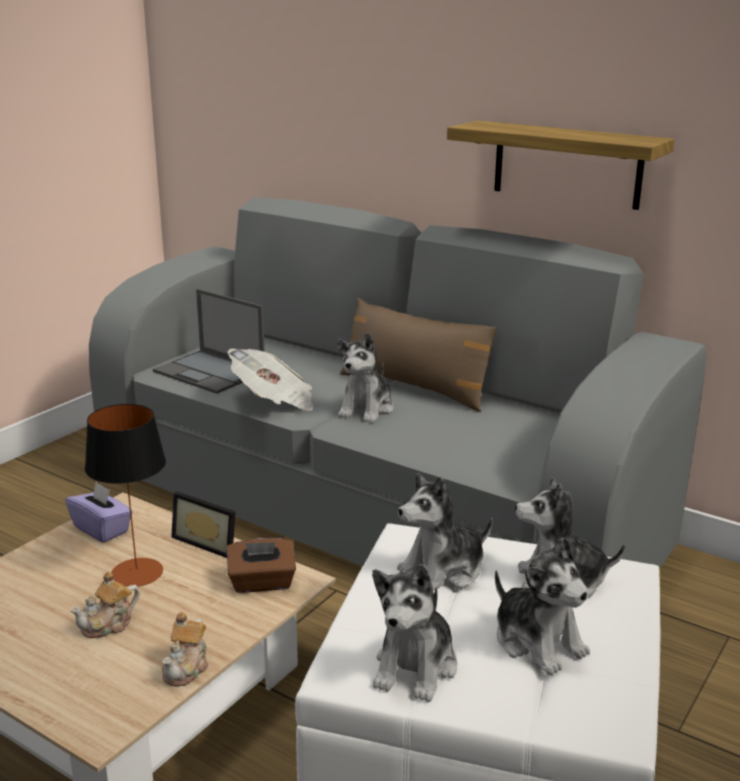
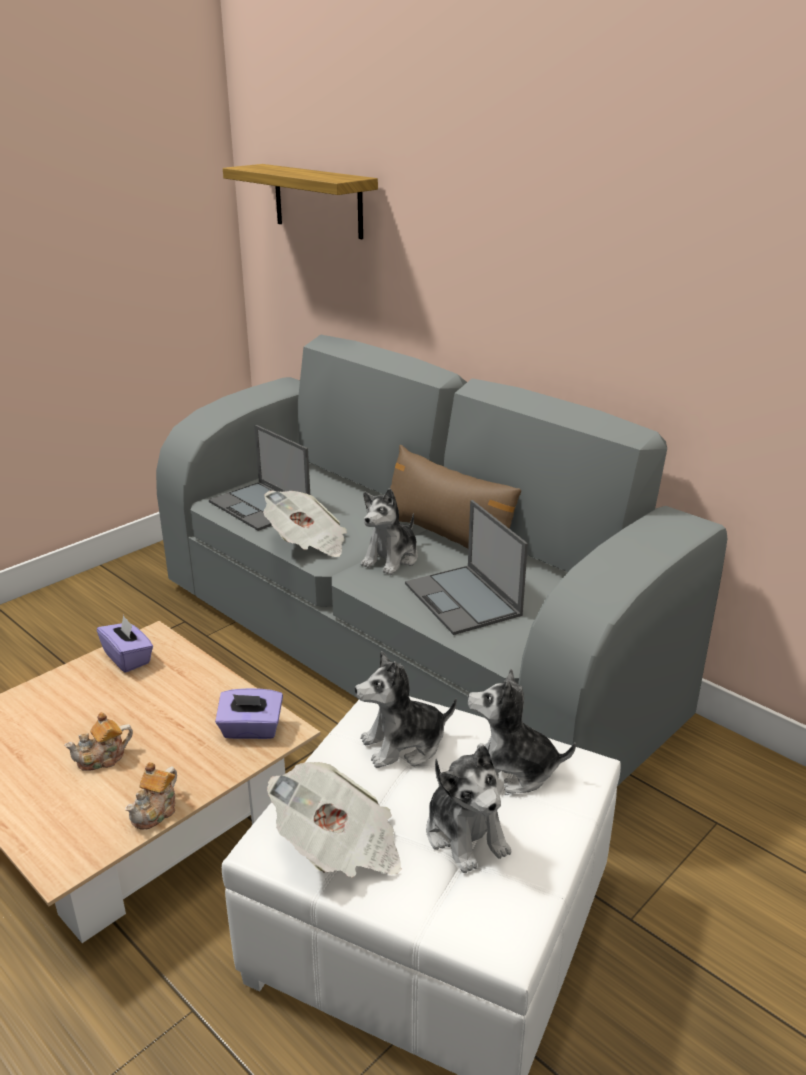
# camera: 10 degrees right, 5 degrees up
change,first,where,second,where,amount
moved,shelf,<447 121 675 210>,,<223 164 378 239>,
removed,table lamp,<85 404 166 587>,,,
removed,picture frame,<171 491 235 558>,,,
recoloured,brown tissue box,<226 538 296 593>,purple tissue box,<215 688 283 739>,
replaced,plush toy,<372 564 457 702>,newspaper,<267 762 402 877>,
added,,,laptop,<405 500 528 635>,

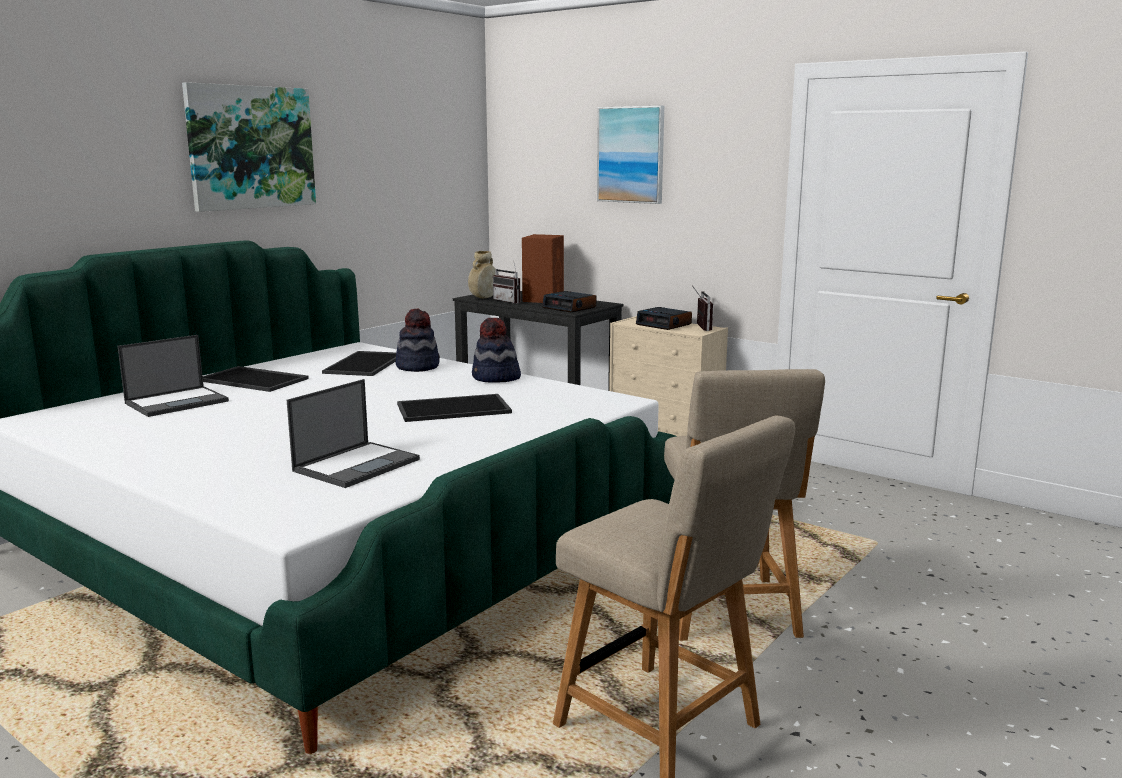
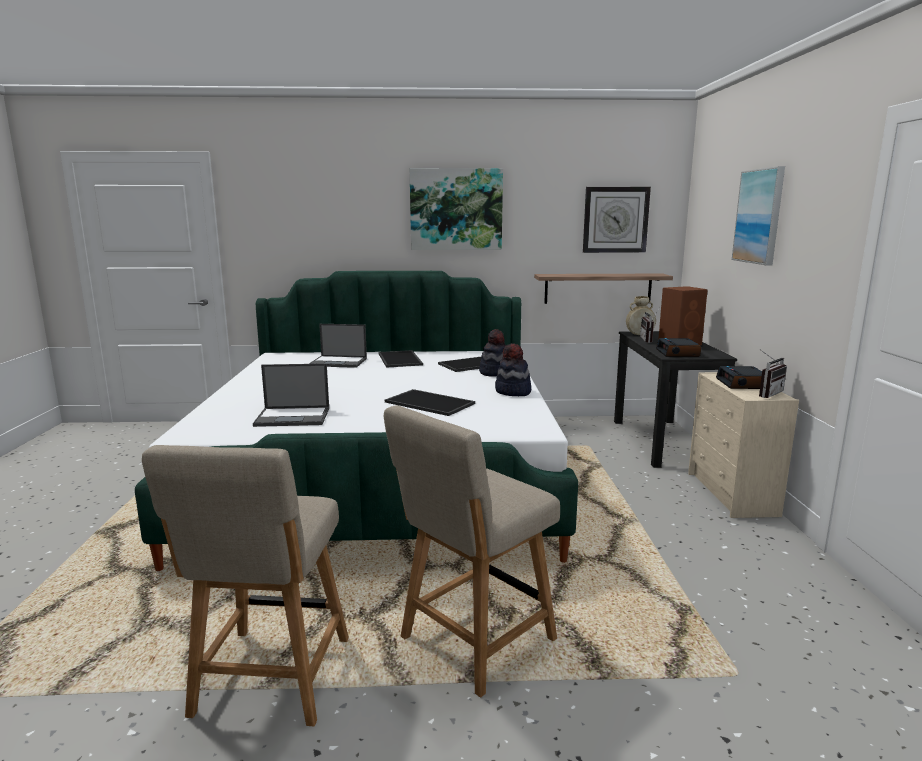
# camera: 50 degrees right, 0 degrees up
change,first,where,second,where,amount
added,,,wall clock,<583 187 651 253>,
added,,,shelf,<534 274 673 304>,

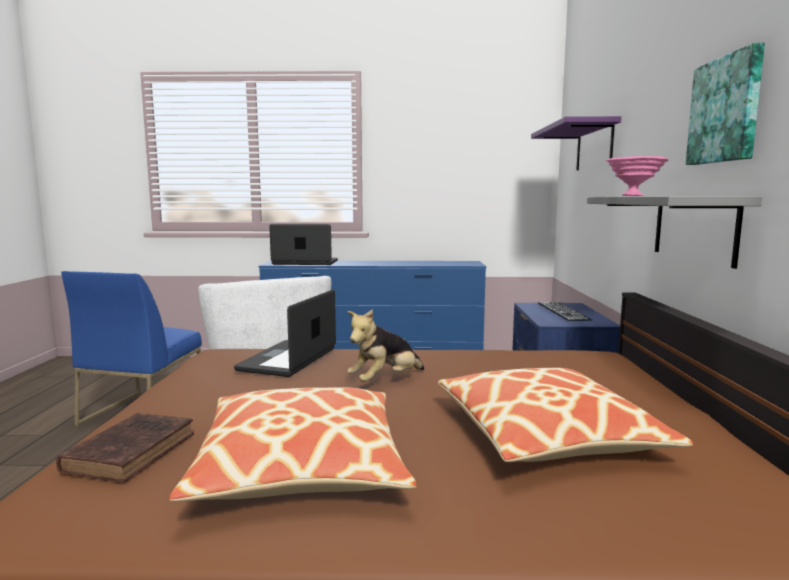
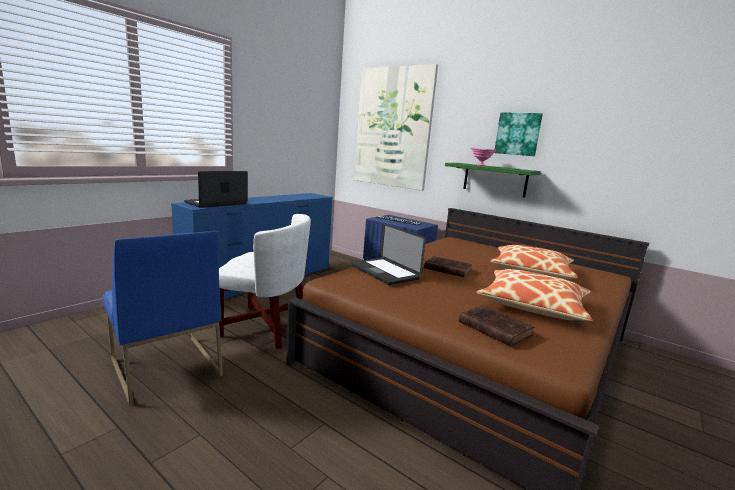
# camera: 55 degrees left, 5 degrees up
change,first,where,second,where,amount
replaced,purple shelf,<531 116 621 170>,picture,<354 64 438 191>,
recoloured,grey shelf,<587 196 762 269>,green shelf,<445 163 541 198>,
replaced,plush toy,<347 310 424 382>,brown book,<424 256 472 277>,

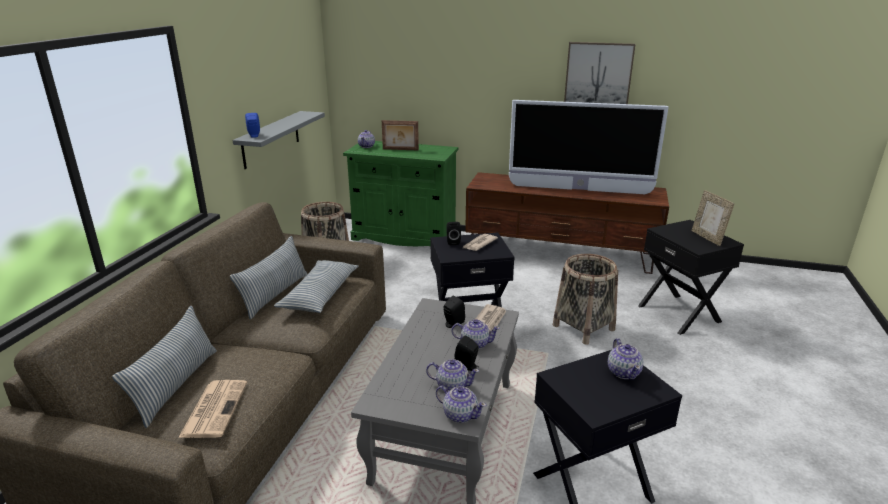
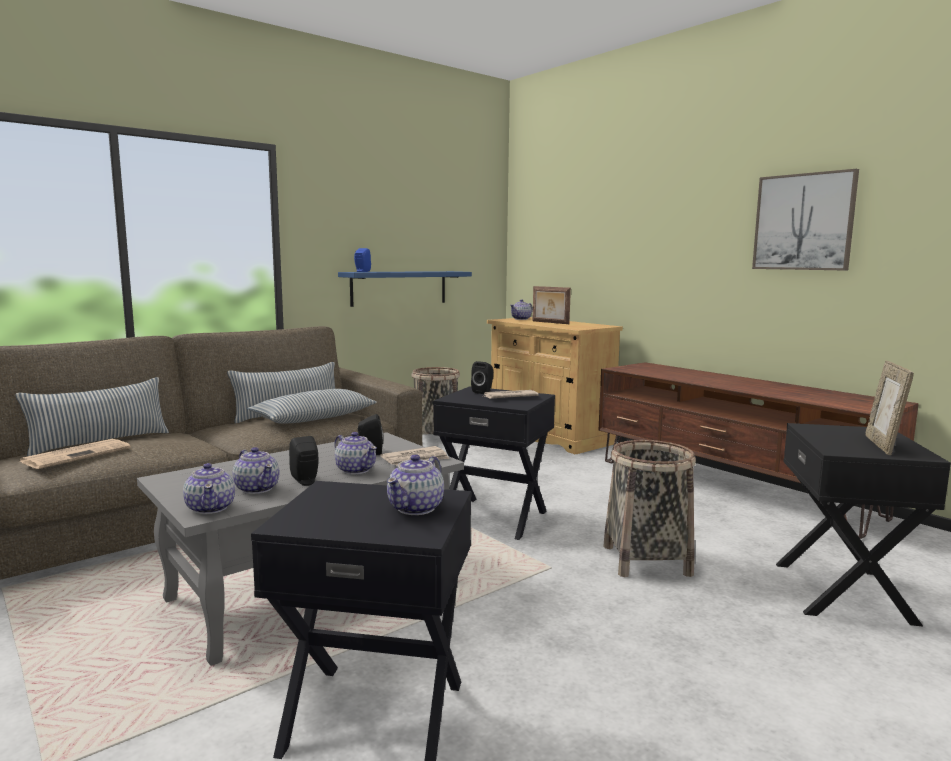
# camera: 35 degrees right, 15 degrees down
change,first,where,second,where,amount
removed,television,<509 100 669 194>,,,
recoloured,grey shelf,<233 111 325 169>,blue shelf,<338 271 472 307>,
recoloured,green cabinet,<343 141 458 246>,beige cabinet,<487 317 623 454>,

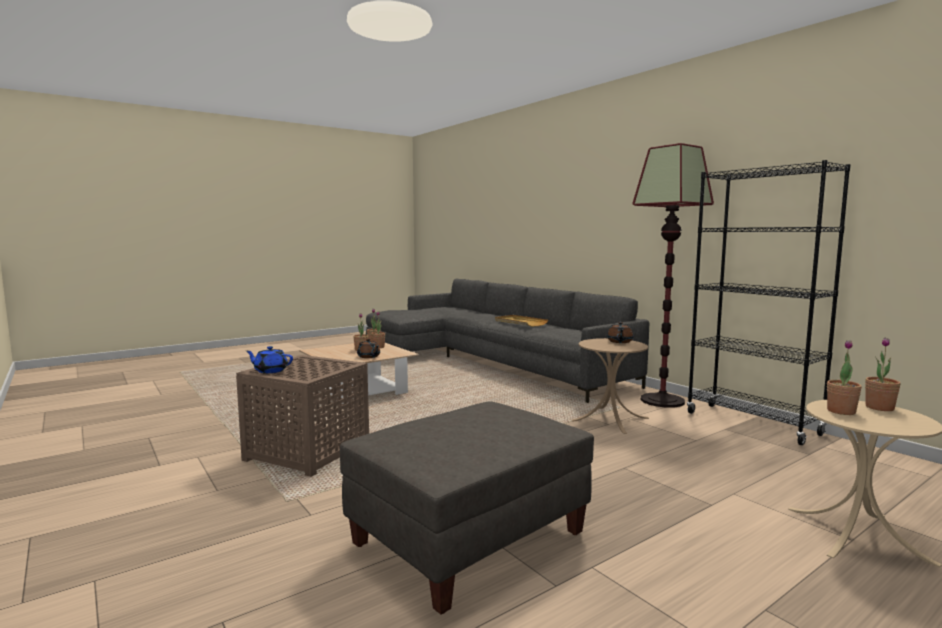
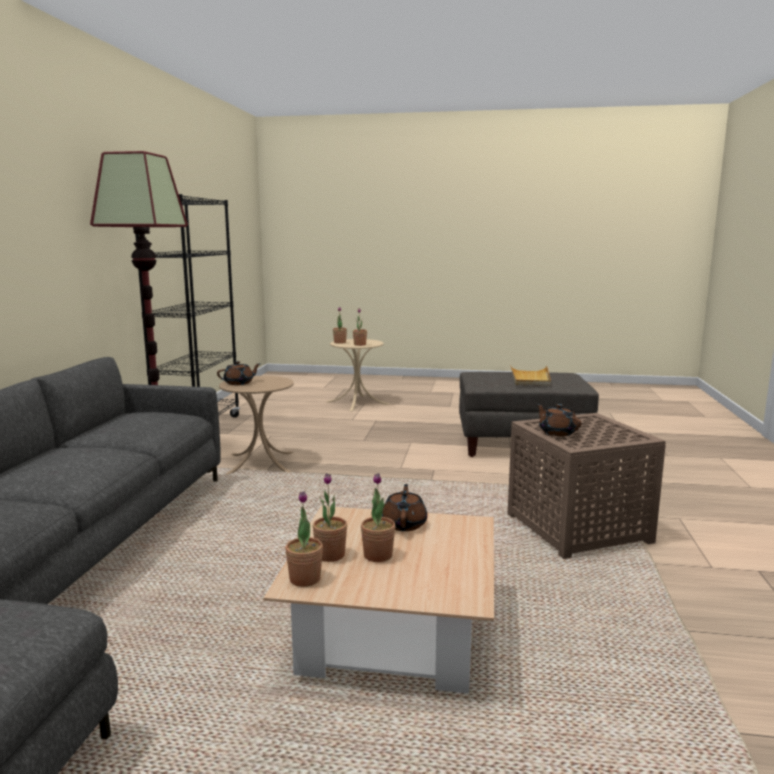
# camera: 135 degrees left, 5 degrees up
change,first,where,second,where,amount
moved,beige tray,<495 315 548 327>,,<510 365 551 386>,
removed,blue teapot,<246 346 293 373>,,,
added,,,brown teapot,<537 404 581 436>,

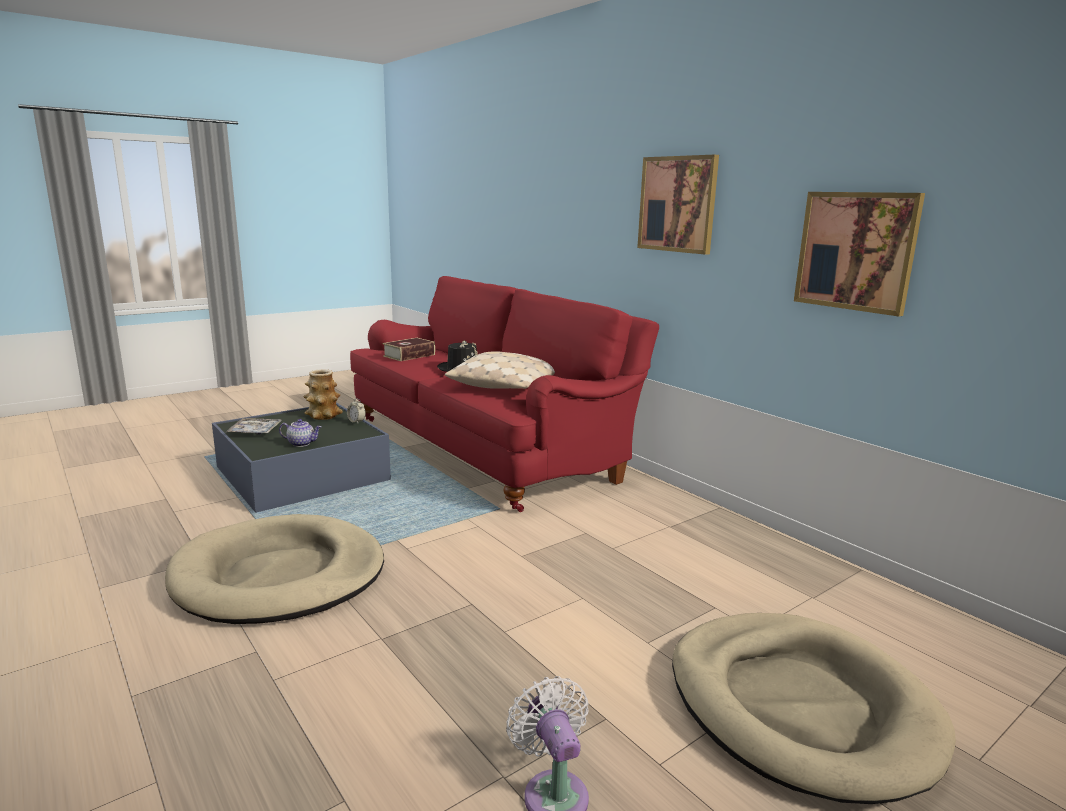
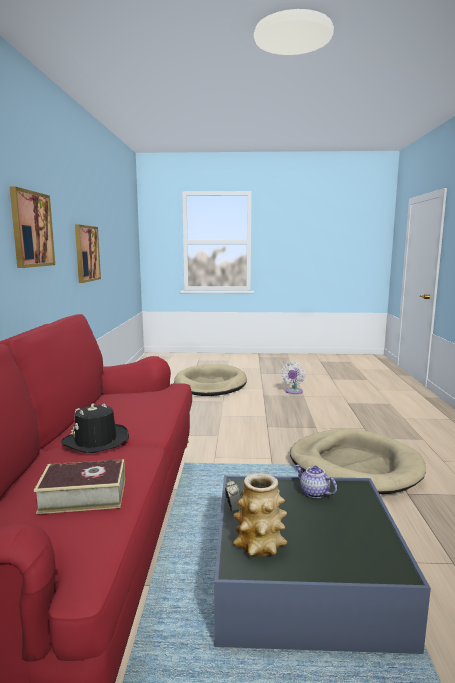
# camera: 140 degrees left, 5 degrees down
change,first,where,second,where,amount
removed,beige pillow,<445 351 555 389>,,,
removed,tray,<227 418 282 434>,,,

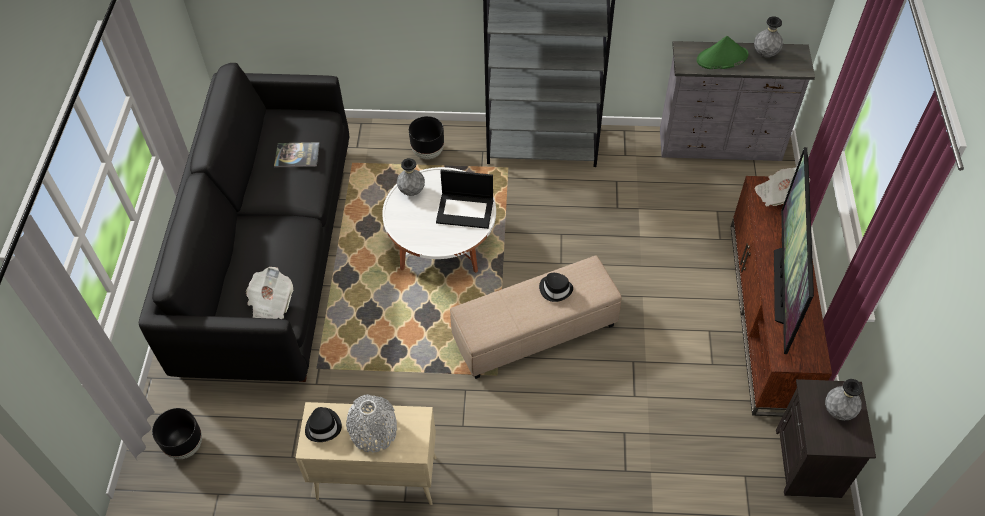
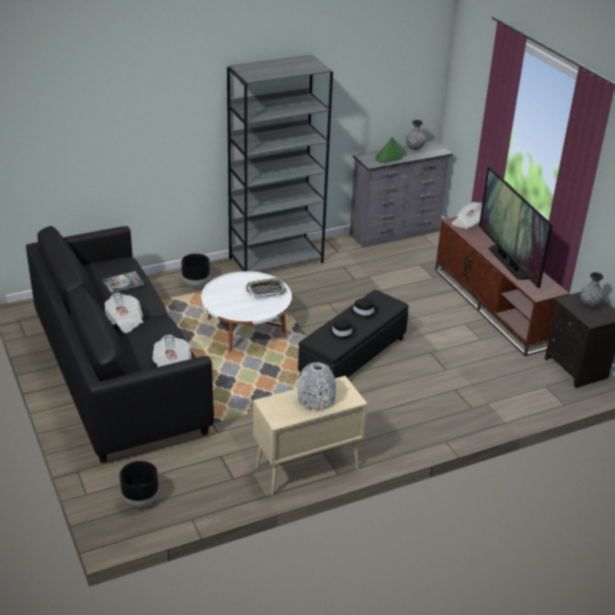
# camera: 30 degrees left, 20 degrees down
change,first,where,second,where,amount
removed,grey vase,<397 158 425 196>,,,
replaced,laptop,<436 170 493 229>,tray,<246 278 286 298>,
recoloured,beige ottoman,<450 255 622 379>,black ottoman,<298 290 408 378>,
moved,black hat,<305 407 342 442>,,<329 318 355 339>,
added,,,newspaper,<104 293 143 333>,

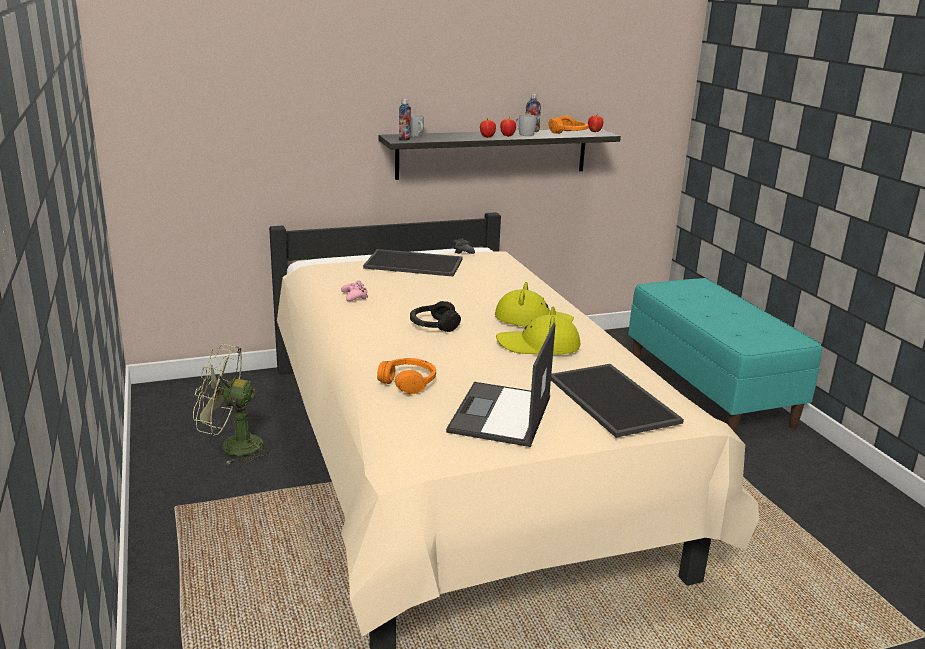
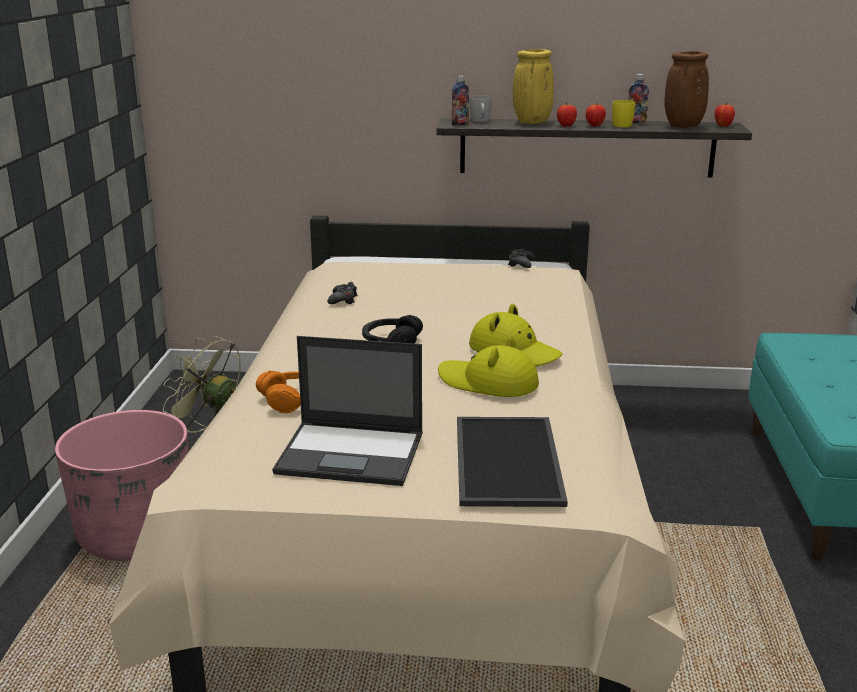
# camera: 25 degrees right, 0 degrees up
change,first,where,second,where,amount
recoloured,white mug,<515 114 537 136>,yellow mug,<612 100 635 127>,
replaced,orange headphones,<548 115 588 134>,brown vase,<664 51 709 128>,
removed,tray,<363 249 463 277>,,,
recoloured,pink game controller,<341 280 368 301>,black game controller,<327 282 358 304>,
turned,laptop,<446 323 555 447>,,<272 336 423 486>,120 degrees counterclockwise
added,,,yellow vase,<513 49 554 124>,
added,,,pink planter,<55 410 188 561>,

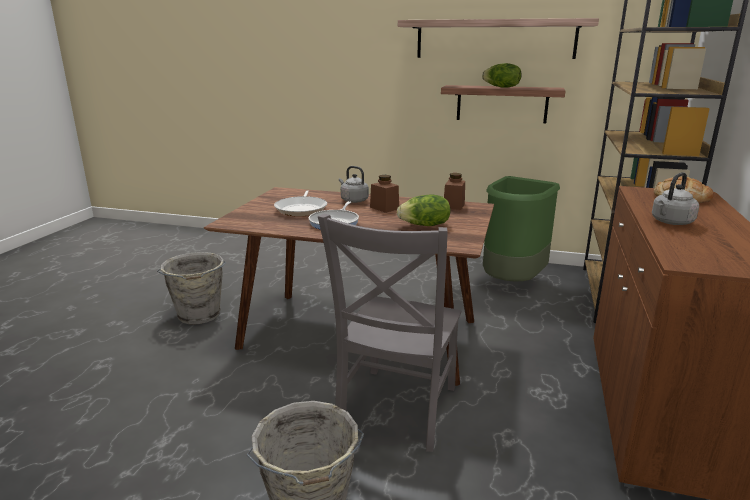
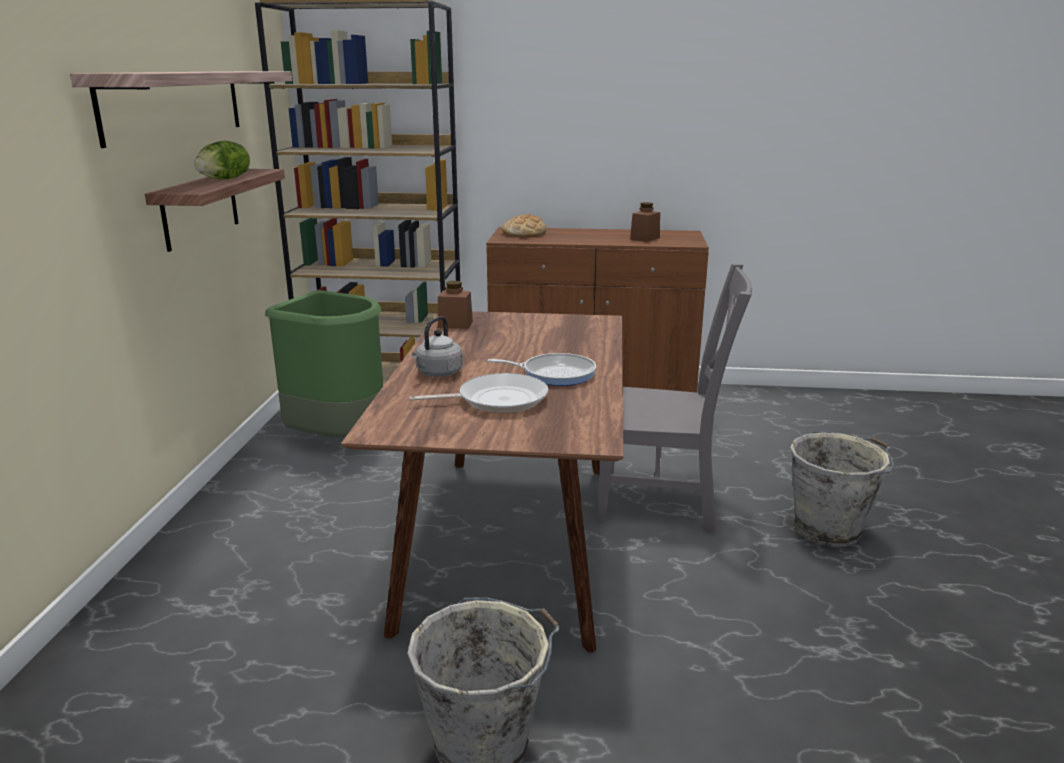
# camera: 100 degrees left, 0 degrees up
change,first,where,second,where,amount
removed,grey kettle,<652 172 699 225>,,,
moved,brown jar,<370 175 399 213>,,<630 202 660 242>,
removed,lettuce,<397 194 451 226>,,,

